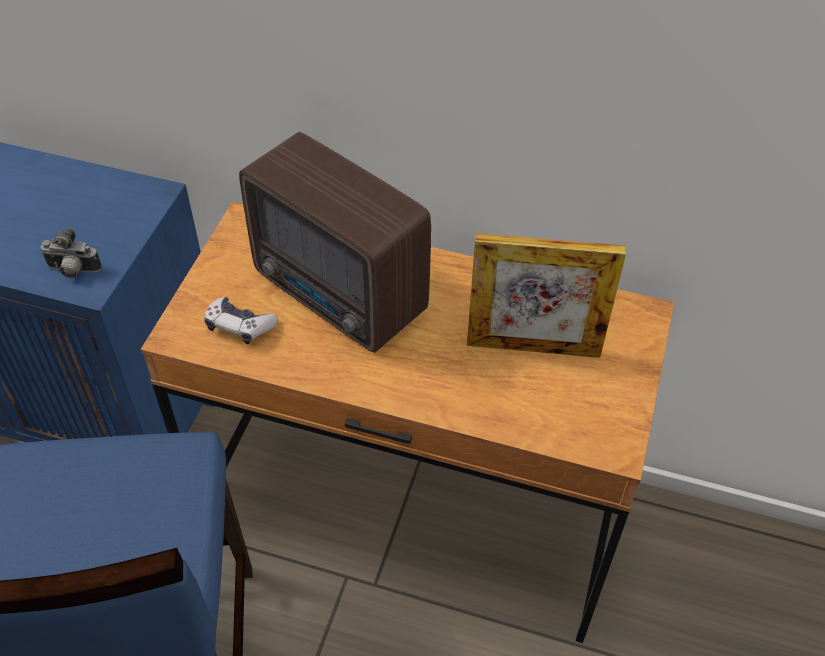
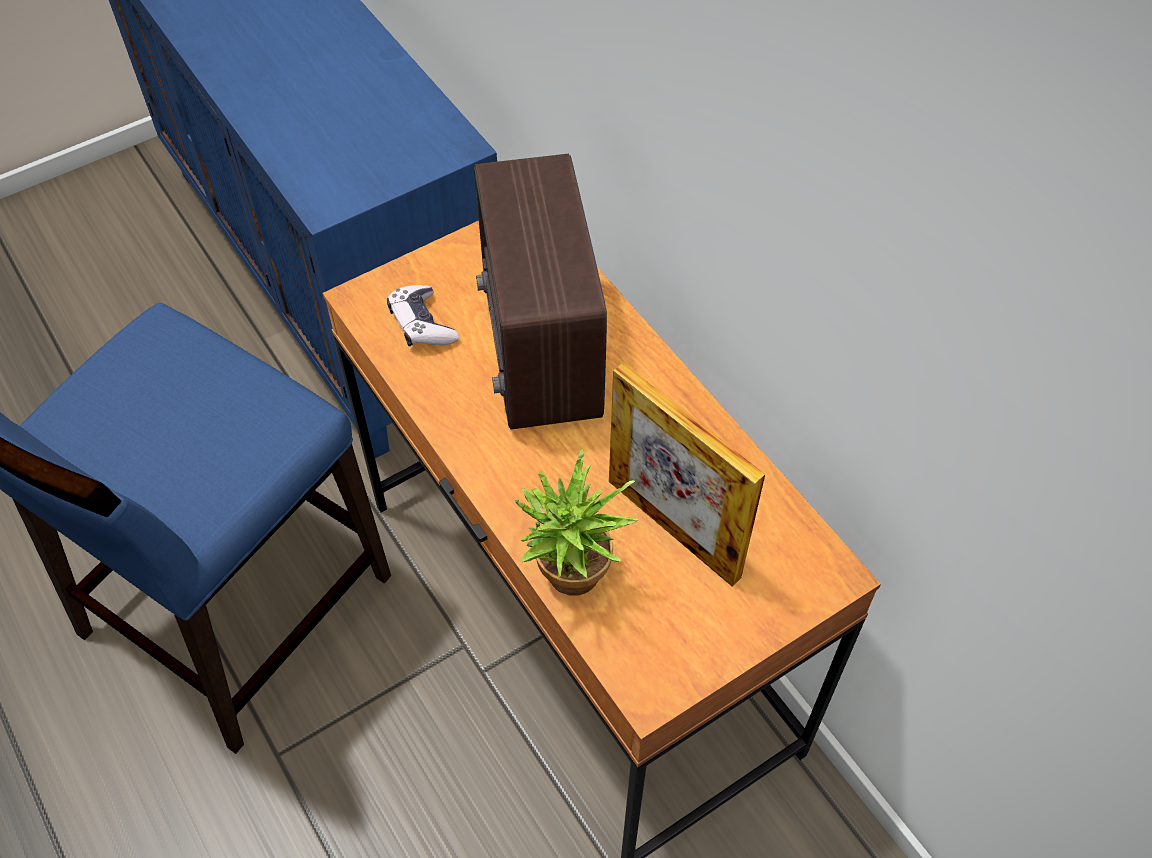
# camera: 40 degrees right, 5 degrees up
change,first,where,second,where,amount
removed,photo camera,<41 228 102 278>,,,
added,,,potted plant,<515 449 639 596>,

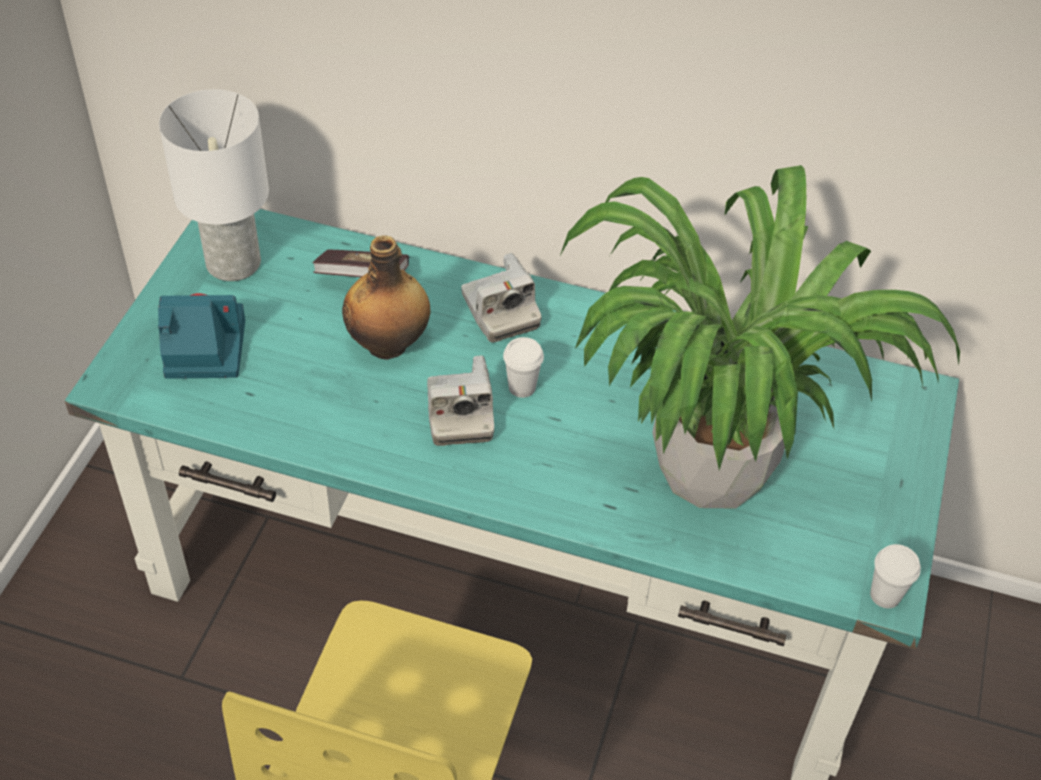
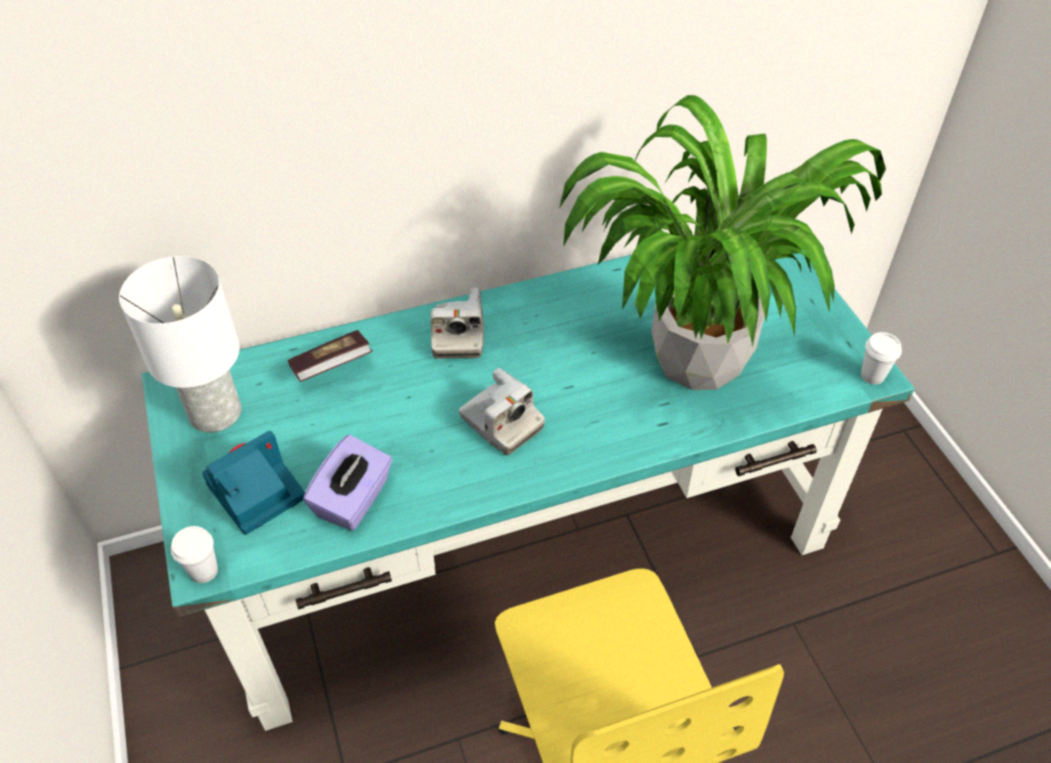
# camera: 35 degrees left, 0 degrees up
change,first,where,second,where,amount
removed,bottle,<342 235 431 360>,,,
turned,photo camera,<461 253 541 343>,,<430 288 484 359>,60 degrees clockwise
moved,white cup,<503 337 544 398>,,<171 526 218 583>,
added,,,purple tissue box,<303 434 393 531>,

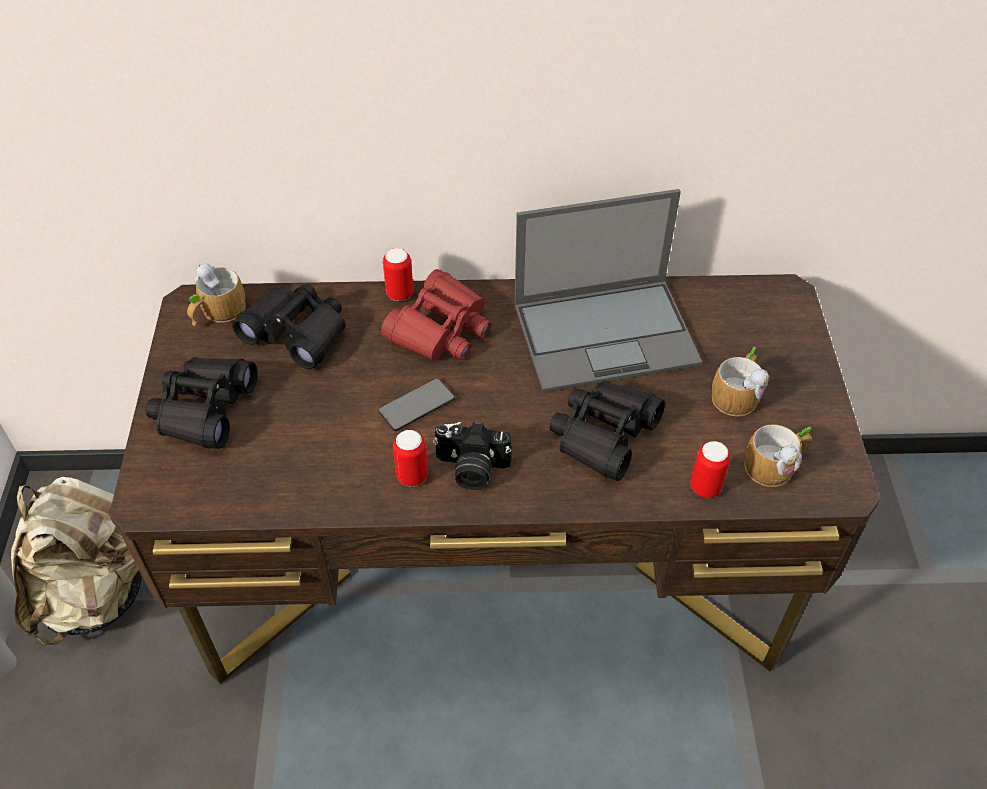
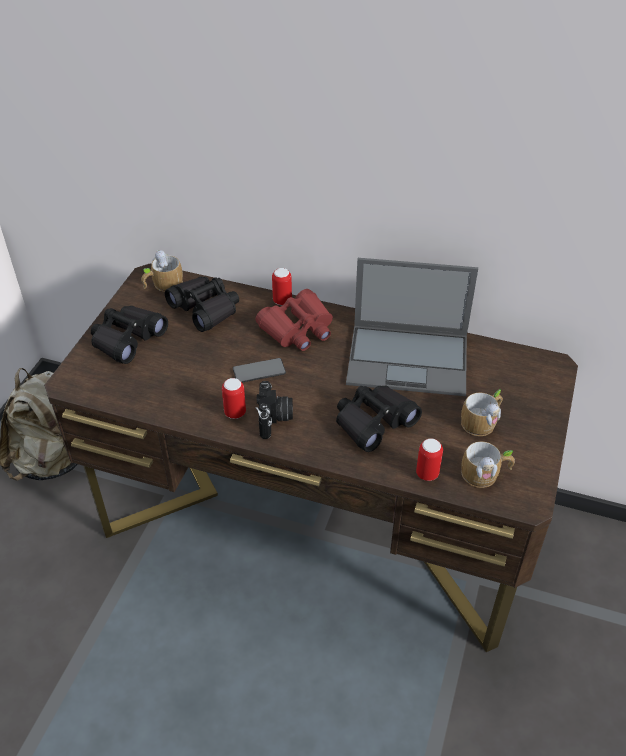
# camera: 20 degrees right, 5 degrees down
change,first,where,second,where,amount
turned,photo camera,<433 422 512 490>,,<255 381 293 439>,120 degrees counterclockwise

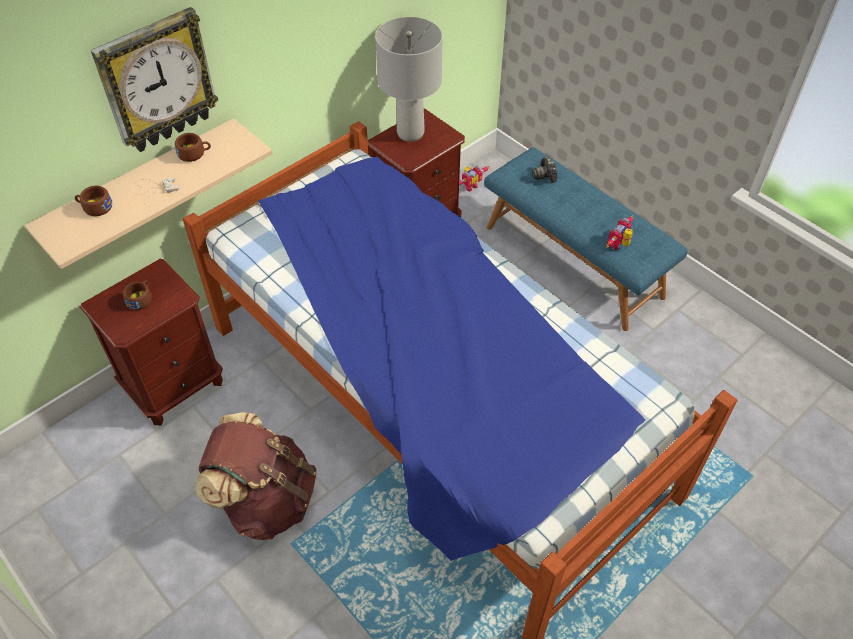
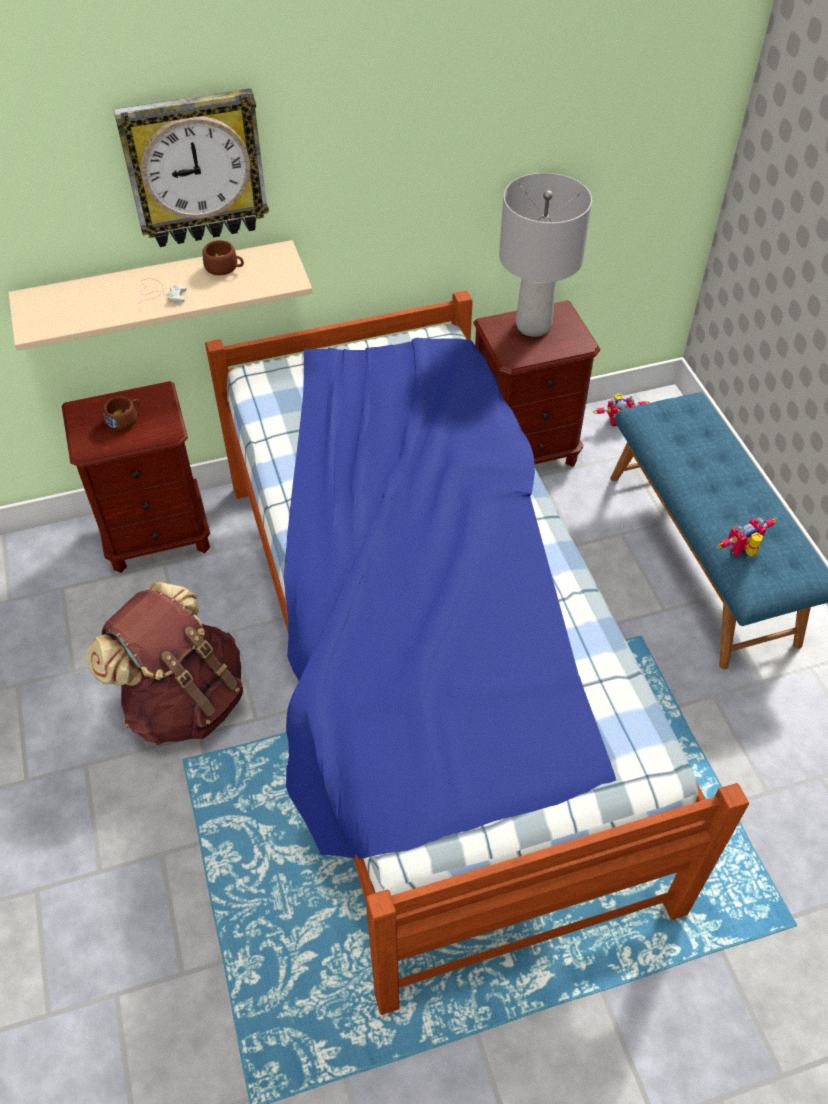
# camera: 25 degrees right, 0 degrees up
change,first,where,second,where,amount
removed,photo camera,<532 156 557 183>,,,
removed,brown cup,<75 186 112 216>,,,

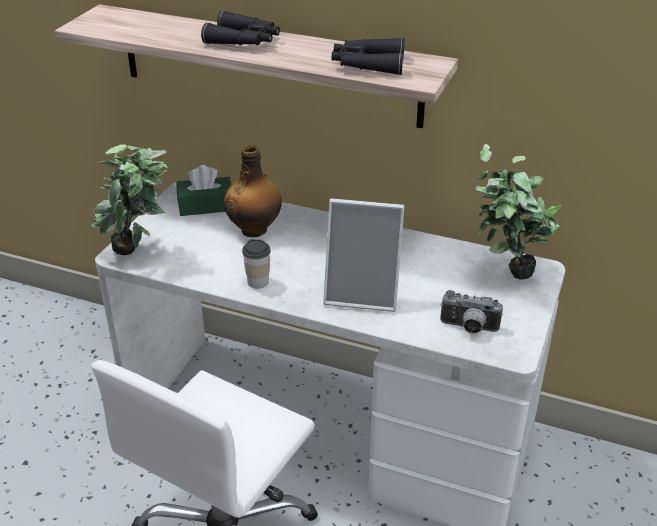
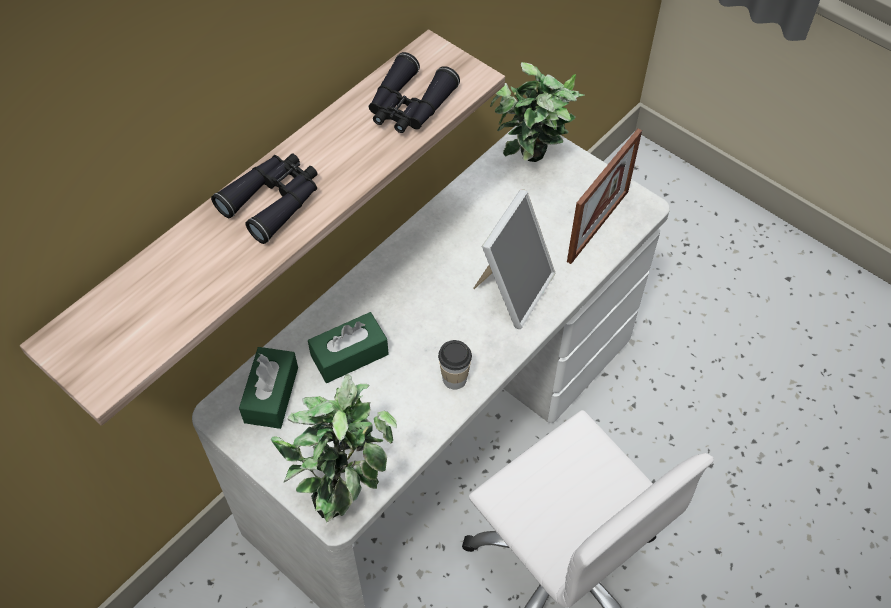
# camera: 70 degrees left, 20 degrees up
change,first,where,second,where,amount
replaced,bottle,<224 145 282 237>,green tissue box,<308 312 389 383>,
replaced,photo camera,<440 290 503 334>,picture frame,<567 129 642 264>,

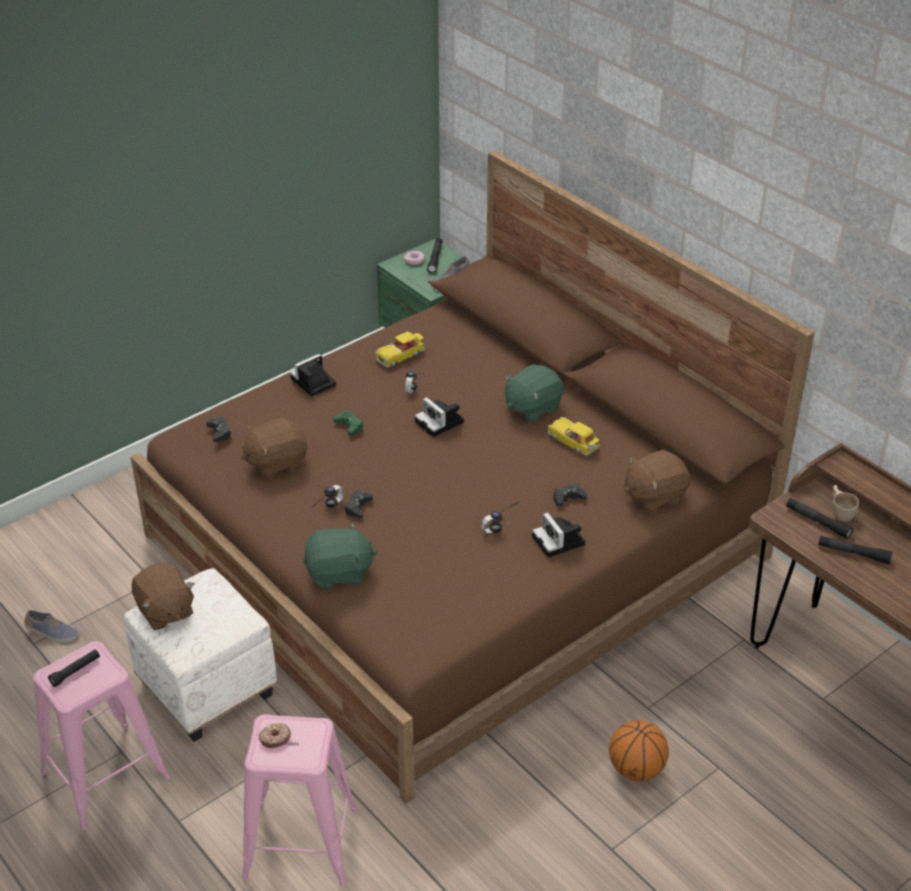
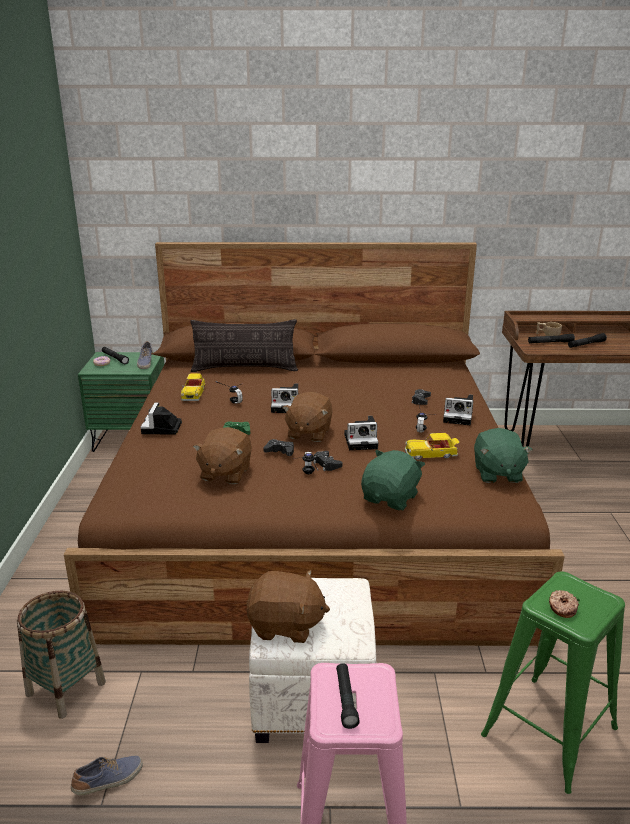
# camera: 50 degrees left, 15 degrees down
change,first,where,second,where,amount
moved,green plush toy,<505 364 564 423>,,<474 428 532 483>,
moved,black game controller,<206 417 232 442>,,<263 439 294 456>,
moved,toy car,<548 417 600 456>,,<405 433 459 460>,
moved,brown plush toy,<625 450 691 512>,,<282 392 333 442>,
recoloured,pink stool,<242 714 358 886>,green stool,<481 571 625 794>,
removed,basketball,<609 720 669 781>,,,
added,,,pillow,<190 319 298 372>,
added,,,photo camera,<344 416 378 450>,
added,,,basket,<17 591 106 719>,

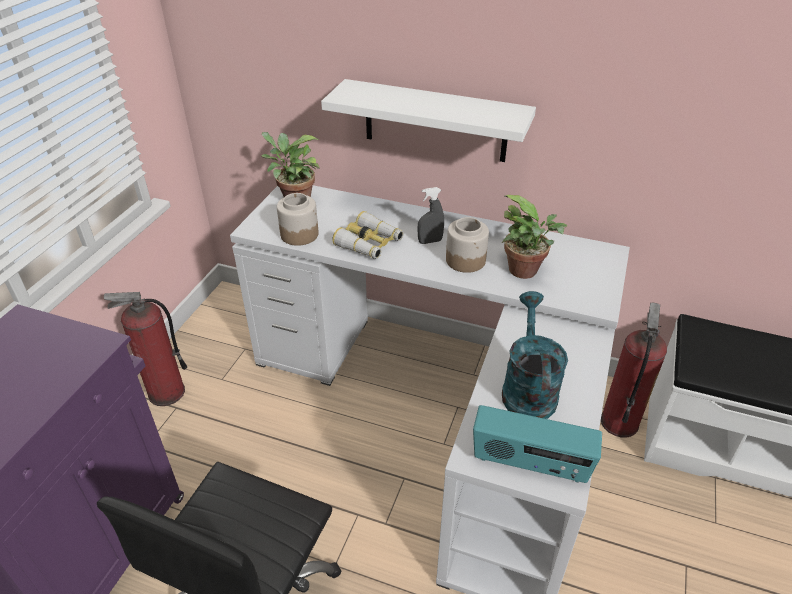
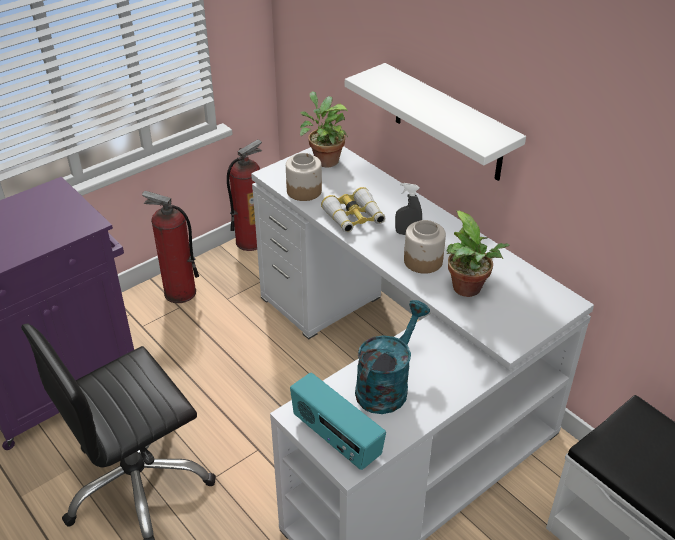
# camera: 30 degrees right, 0 degrees up
change,first,where,second,where,amount
moved,fire extinguisher,<601 303 667 438>,,<227 139 262 251>,

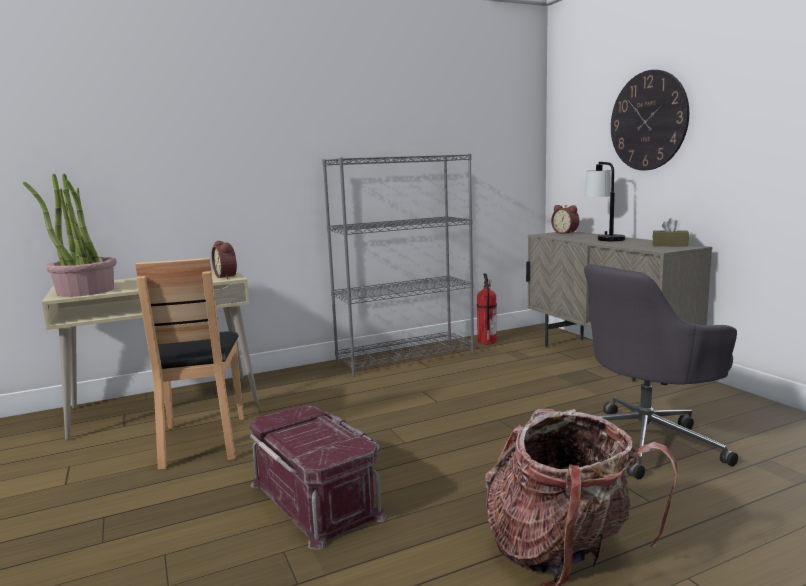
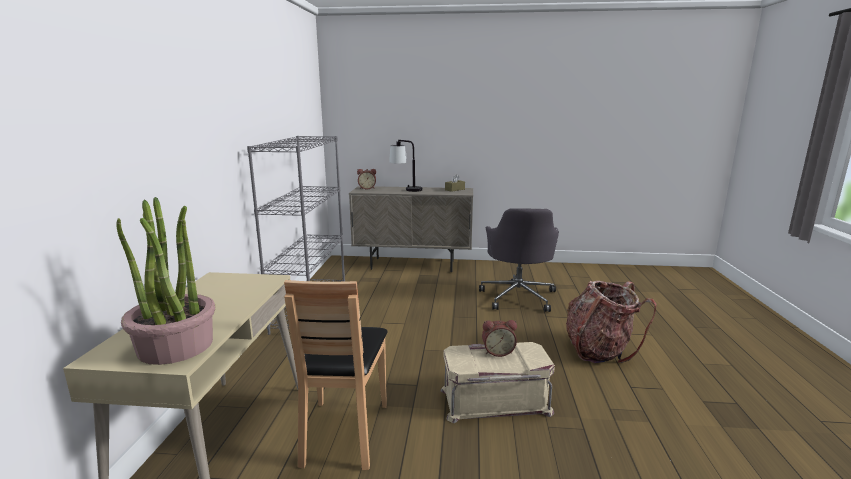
# camera: 60 degrees left, 5 degrees up
change,first,where,second,where,amount
removed,wall clock,<611 70 689 170>,,,
moved,alarm clock,<212 241 237 279>,,<482 320 517 357>,
turned,brown chair,<135 258 244 470>,,<284 280 388 470>,75 degrees clockwise
removed,fire extinguisher,<477 273 497 344>,,,
recoloured,red storage box,<250 405 387 550>,beige storage box,<441 342 555 423>,

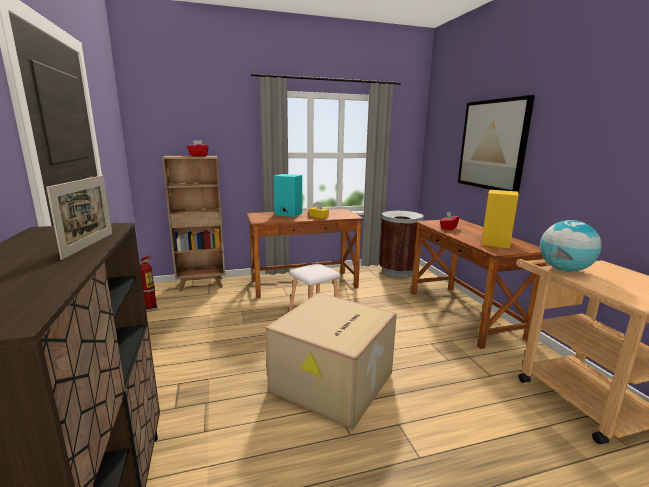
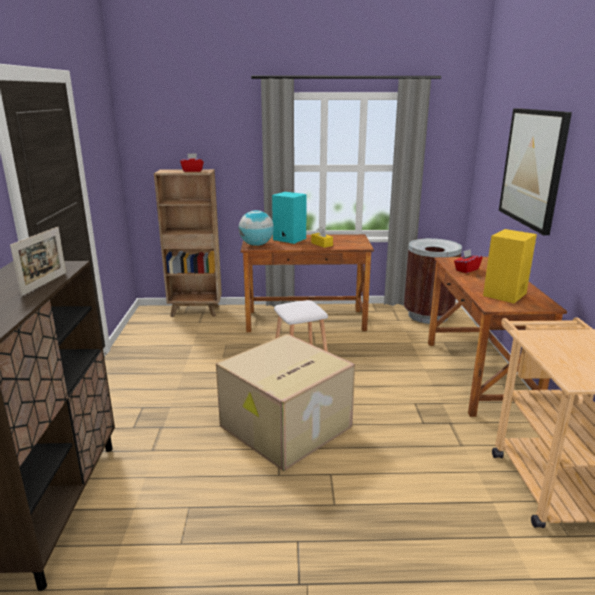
# camera: 15 degrees right, 5 degrees up
change,first,where,second,where,amount
moved,globe,<540 220 602 272>,,<239 210 274 246>,
removed,fire extinguisher,<140 255 158 312>,,,

